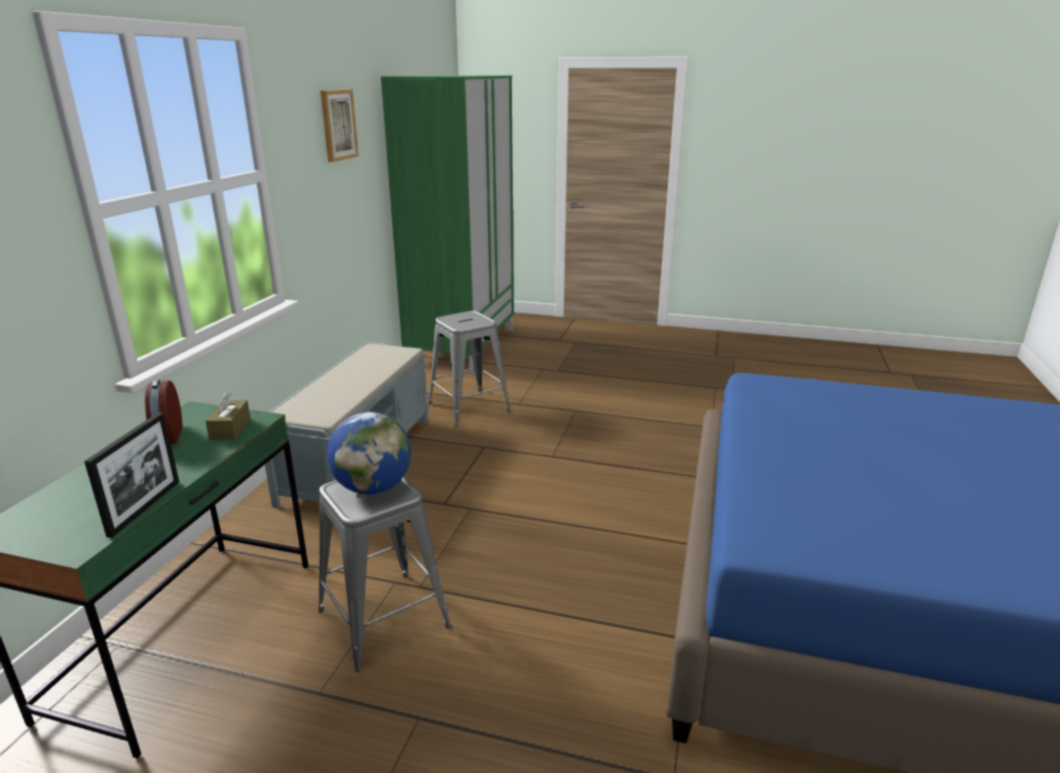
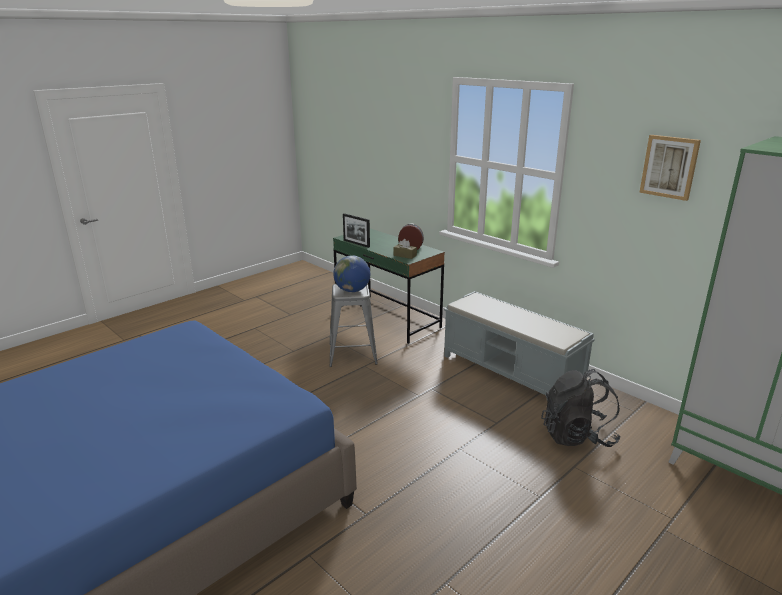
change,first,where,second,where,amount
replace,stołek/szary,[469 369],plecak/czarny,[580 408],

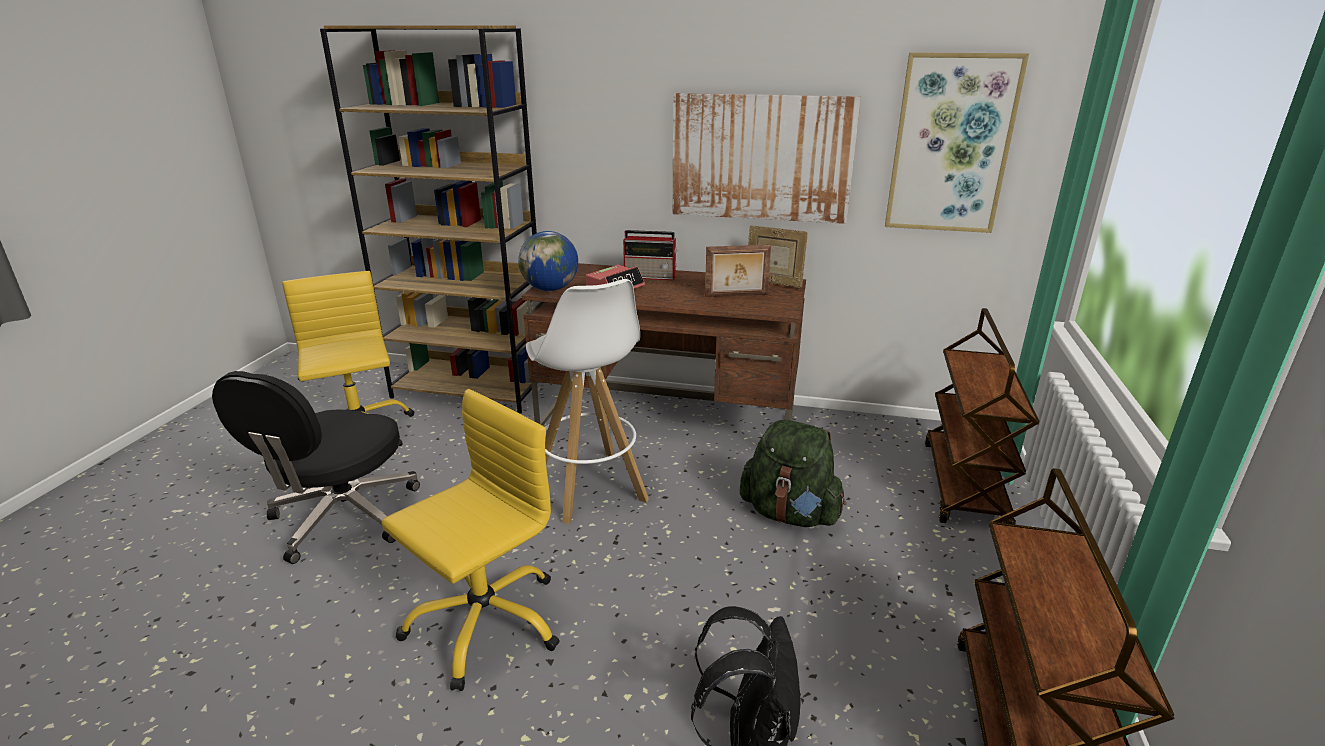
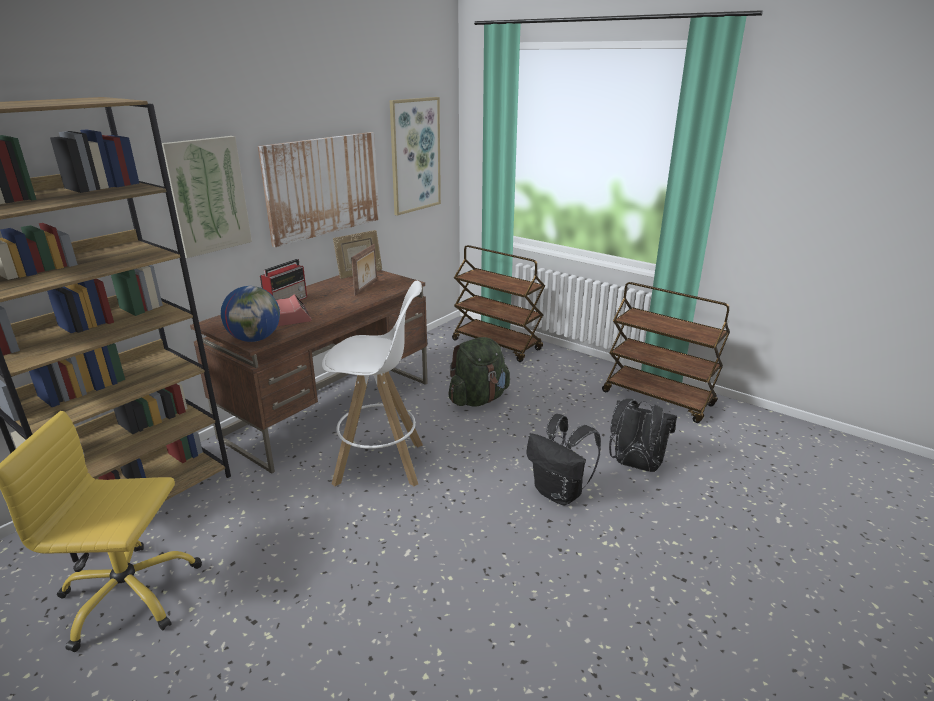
change,first,where,second,where,amount
delete,krzesło biurowe/czarny,[316 467],,,
delete,krzesło biurowe/żółty,[471 540],,,
insert,,,obraz,[207 197],
insert,,,plecak/czarny,[563 459],

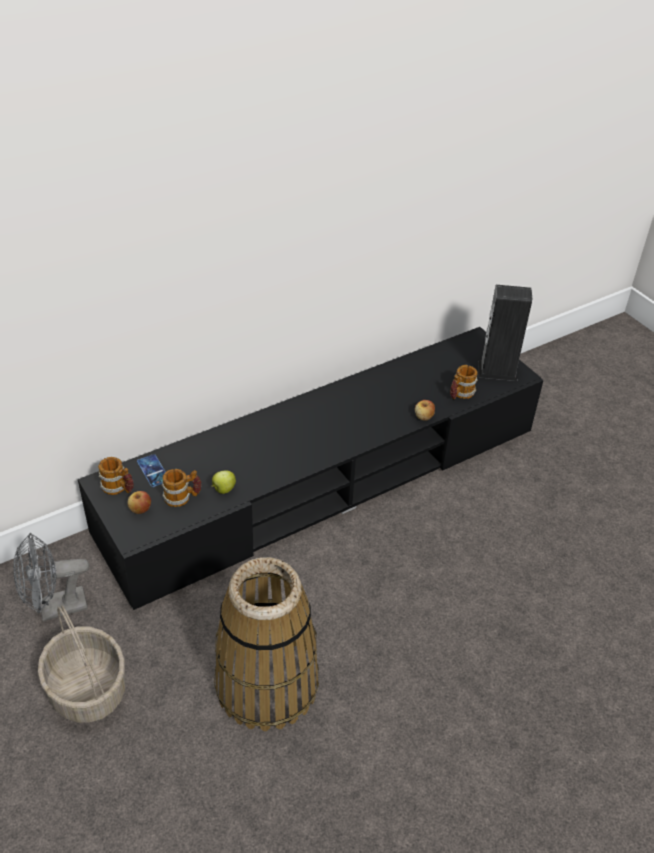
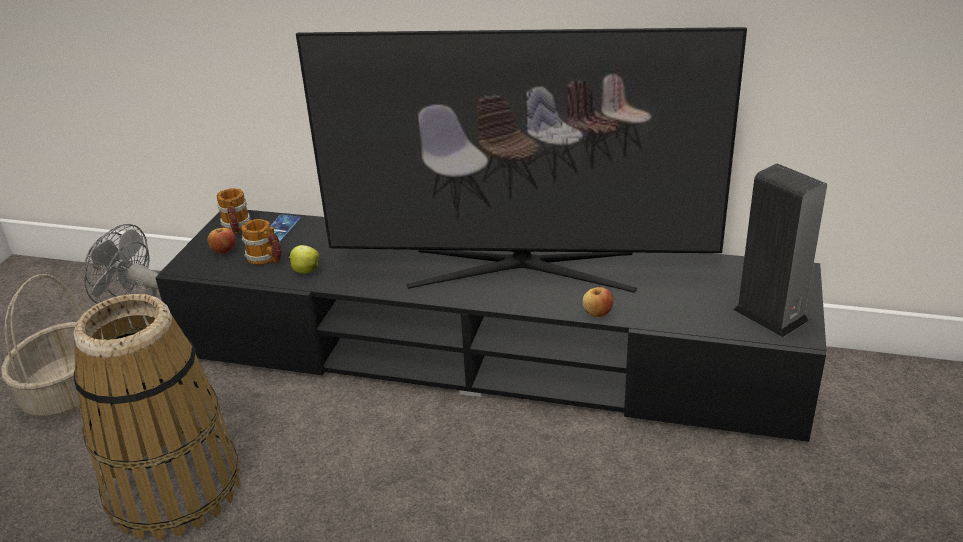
change,first,where,second,where,amount
delete,kubek,[464 382],,,
insert,,,telewizor,[521 160],

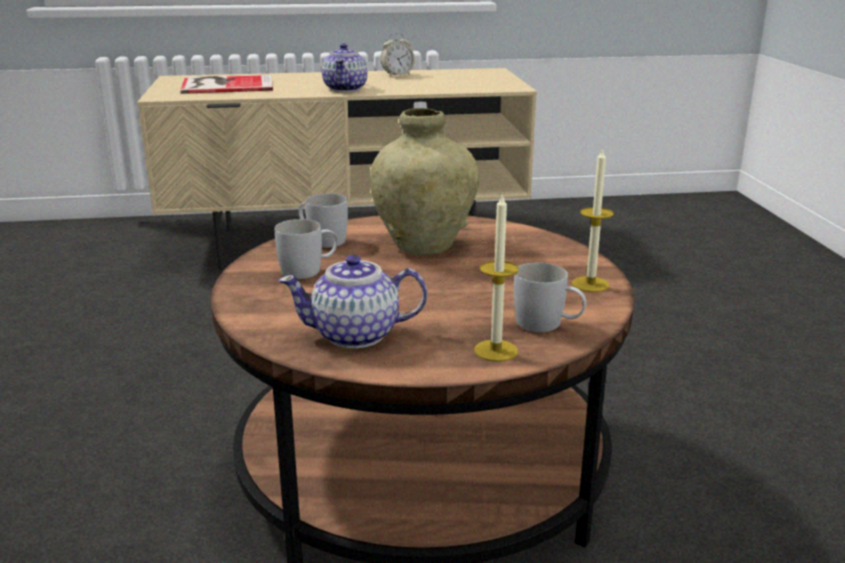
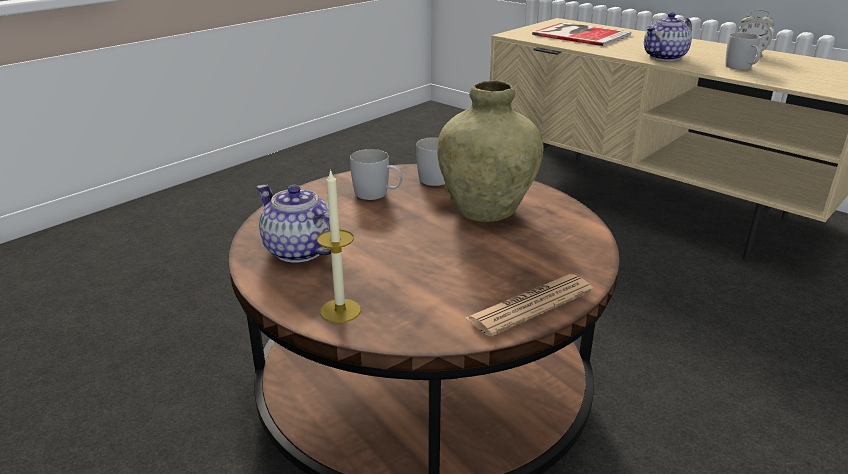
change,first,where,second,where,amount
replace,świeca,[593 219],gazeta,[529 305],
move,kubek/biały,[550 297],,[743 51],

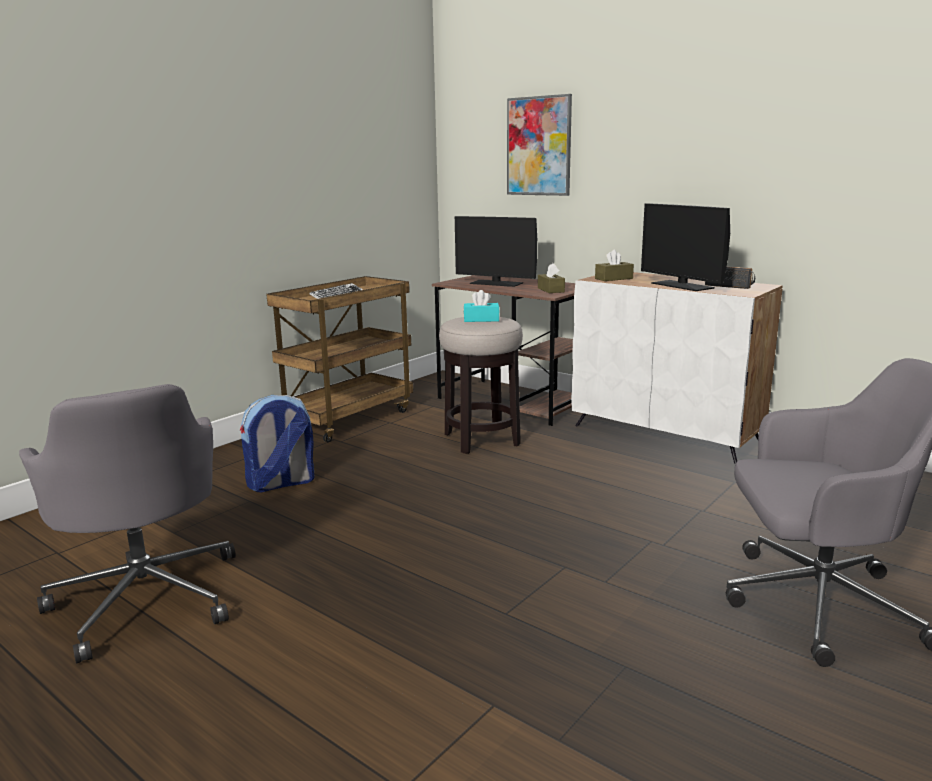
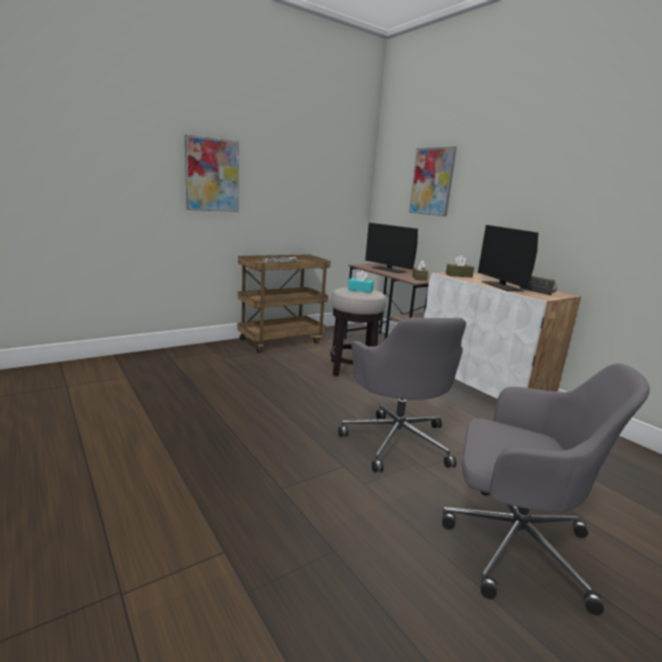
change,first,where,second,where,amount
move,krzesło biurowe/szary,[127 524],,[402 395],
delete,plecak,[277 443],,,
insert,,,obraz,[212 173],

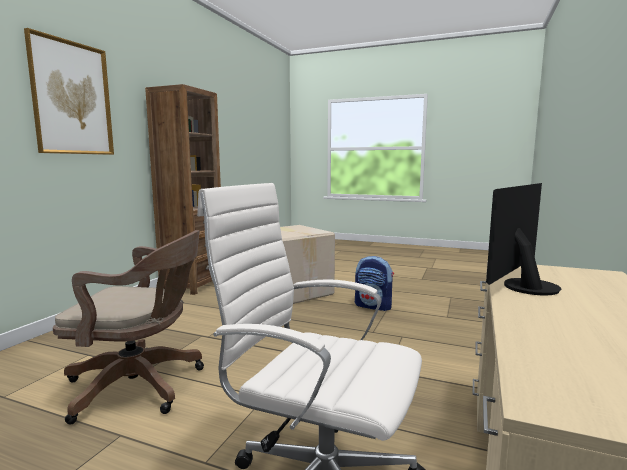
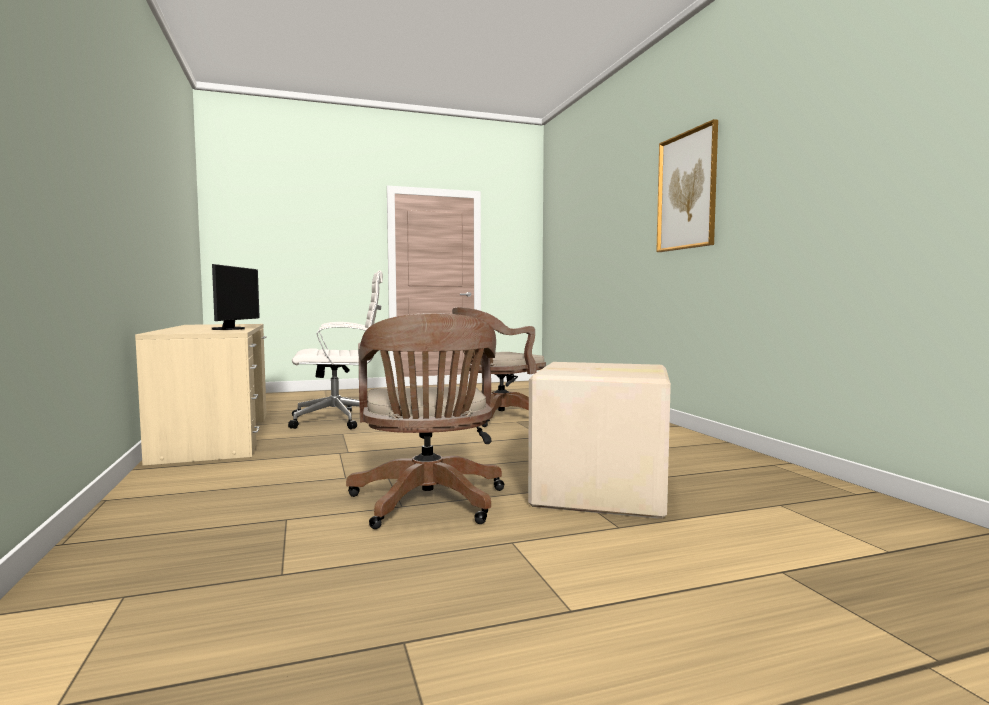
change,first,where,second,where,amount
delete,regał/brązowy,[183 189],,,
replace,plecak,[374 283],krzesło biurowe/brązowy,[425 421],

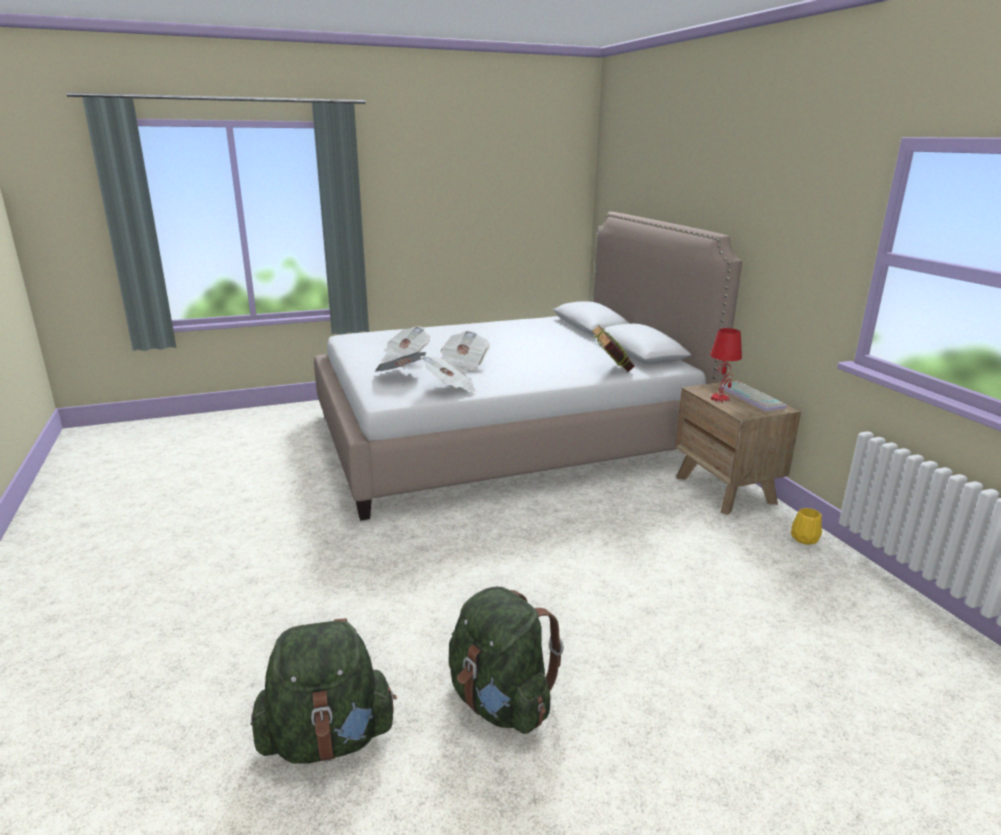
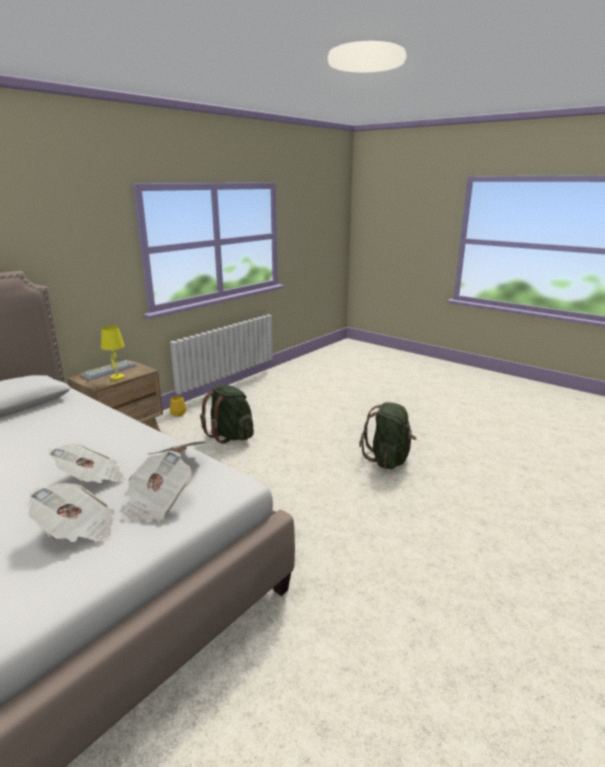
change,first,where,second,where,amount
delete,książka,[613 348],,,
recolor,lampa stołowa/czerwony,[726 365],lampa stołowa/żółty,[113 353],
move,plecak/zielony,[324 691],,[227 414],

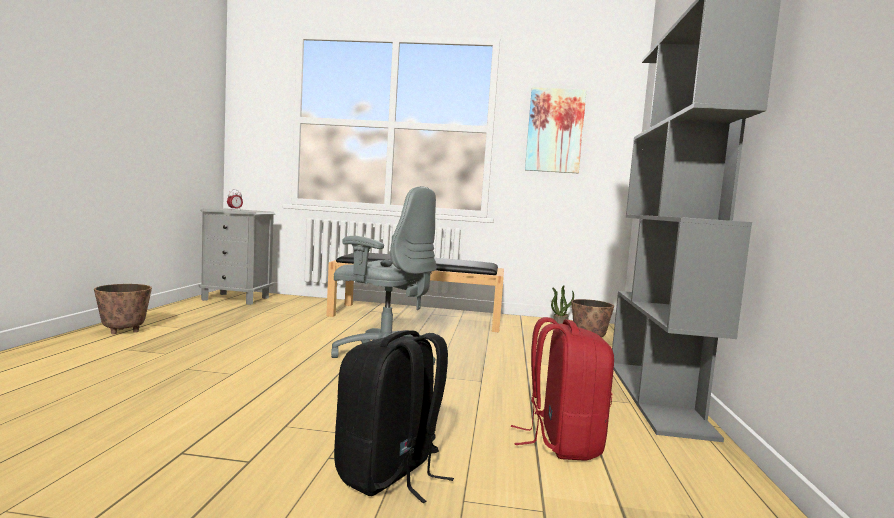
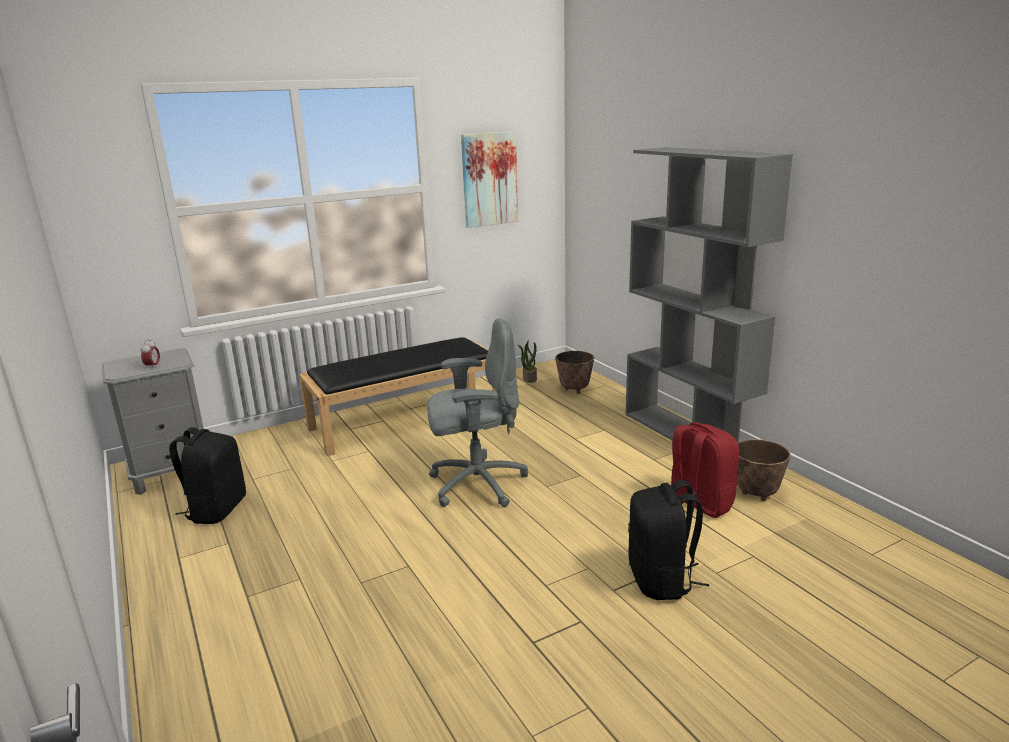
change,first,where,second,where,amount
move,donica,[123 309],,[764 470],
insert,,,plecak/czarny,[207 475],

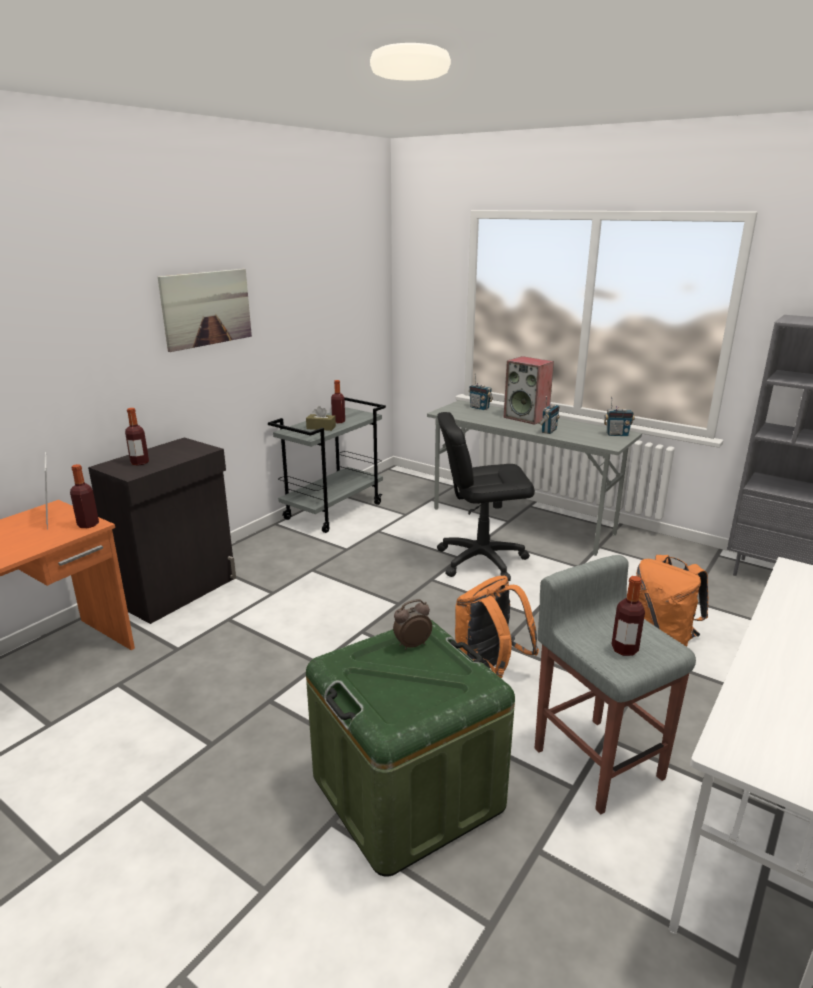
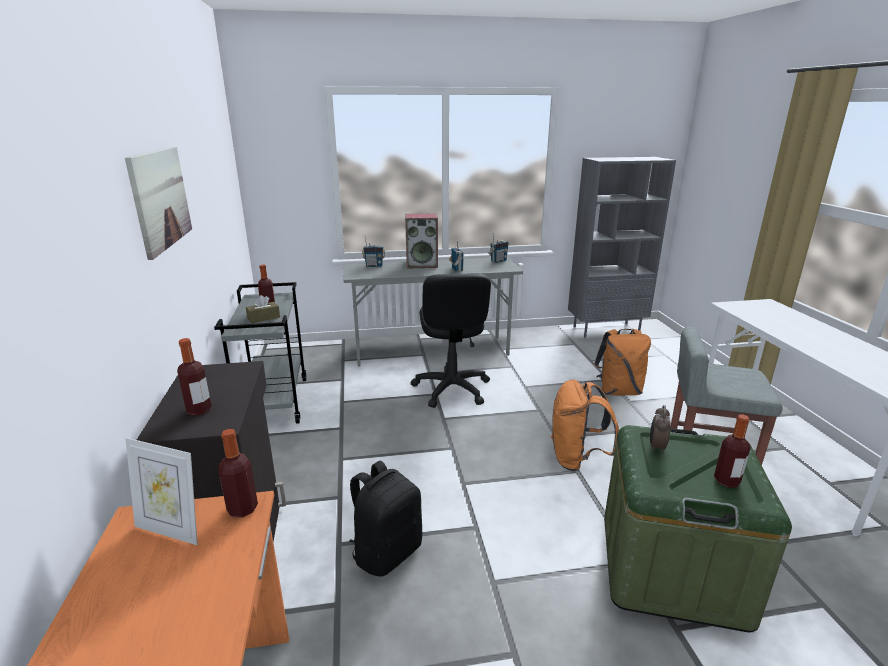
change,first,where,second,where,amount
rotate,krzesło biurowe/czarny,[486 496],,[451 340],45 degrees counterclockwise
move,butelka,[628 616],,[732 451],
insert,,,plecak/czarny,[385 518],

